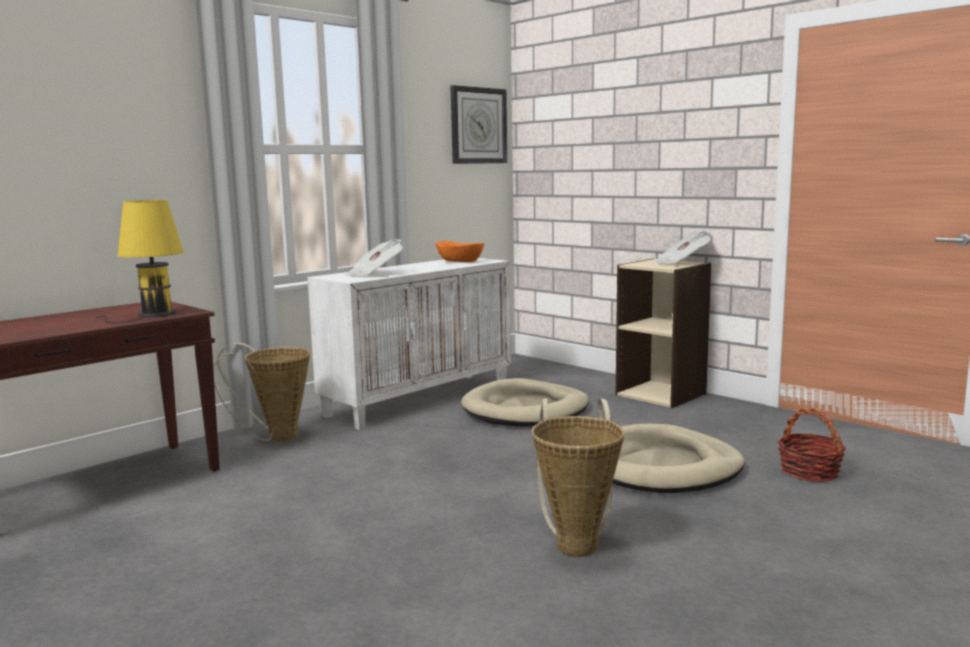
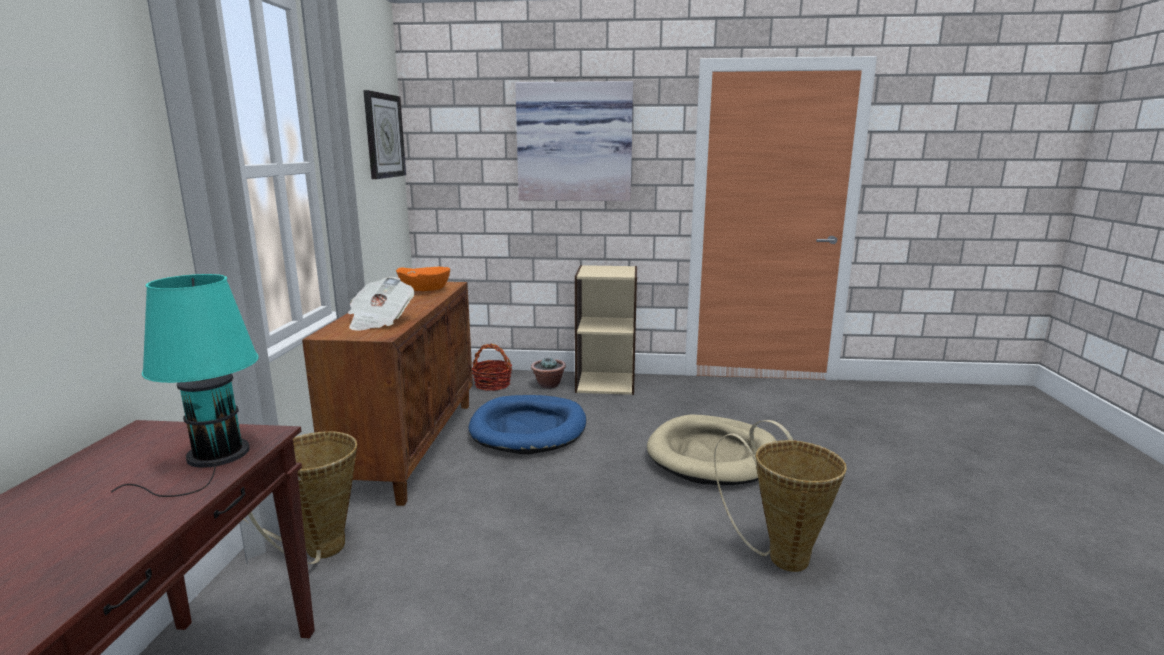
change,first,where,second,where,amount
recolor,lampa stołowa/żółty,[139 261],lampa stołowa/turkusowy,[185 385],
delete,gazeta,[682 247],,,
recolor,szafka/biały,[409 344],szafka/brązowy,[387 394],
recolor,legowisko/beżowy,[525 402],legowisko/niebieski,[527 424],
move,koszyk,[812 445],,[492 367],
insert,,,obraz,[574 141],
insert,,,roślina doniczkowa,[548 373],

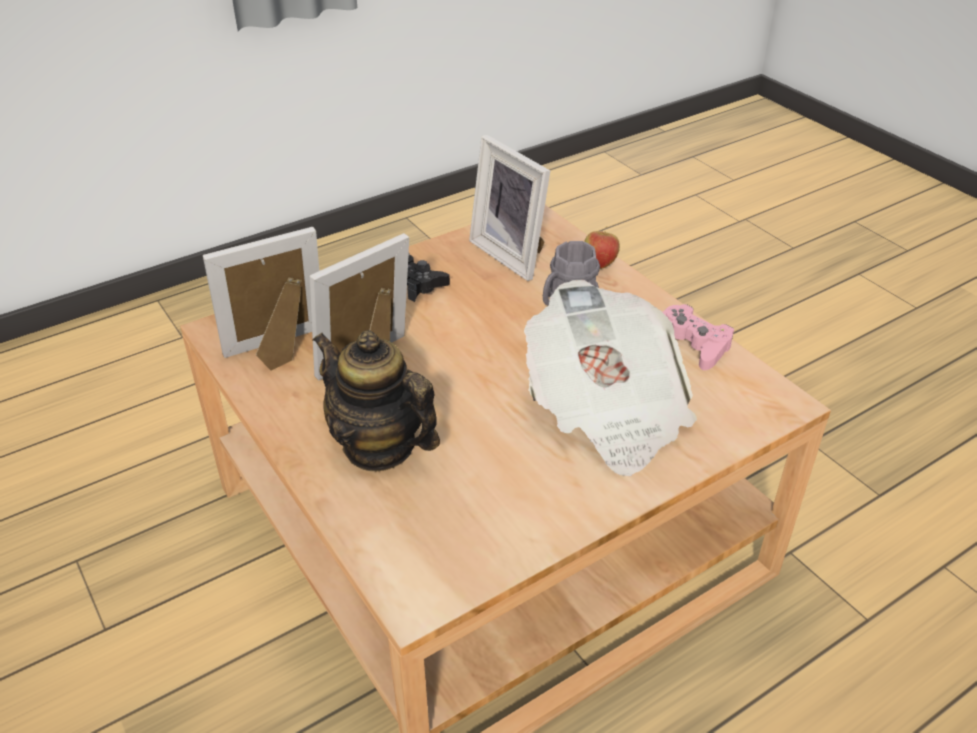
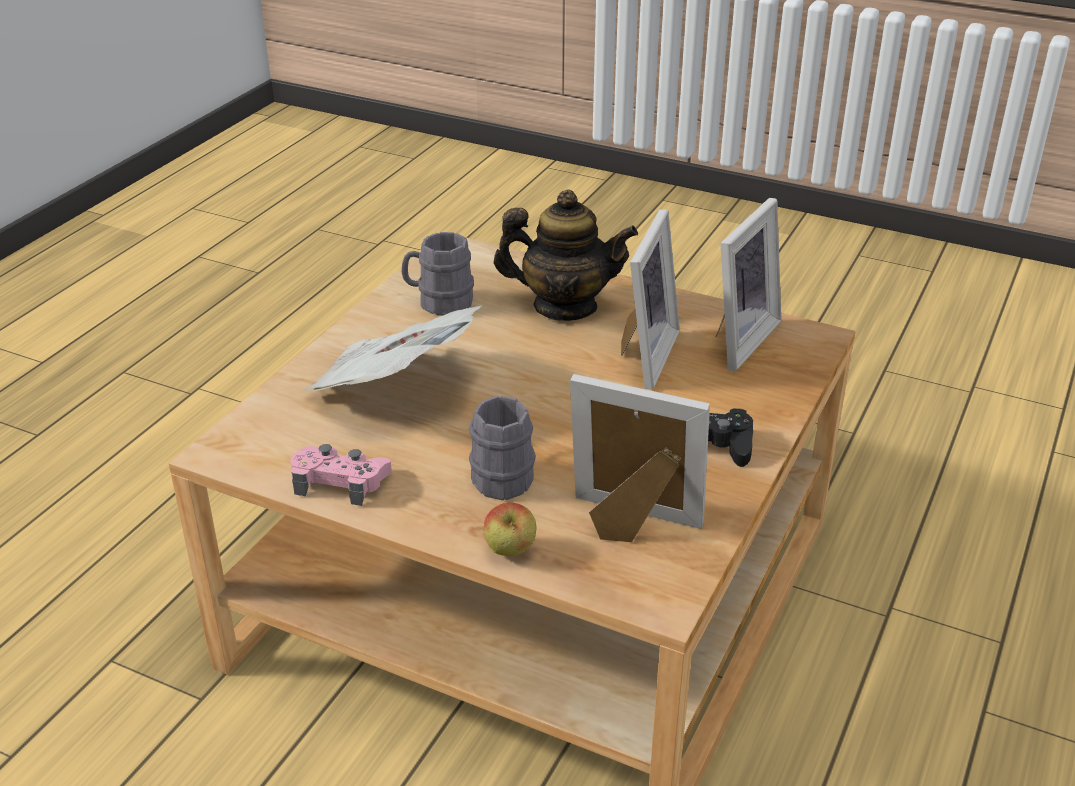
change,first,where,second,where,amount
insert,,,kubek/szary,[438 273],

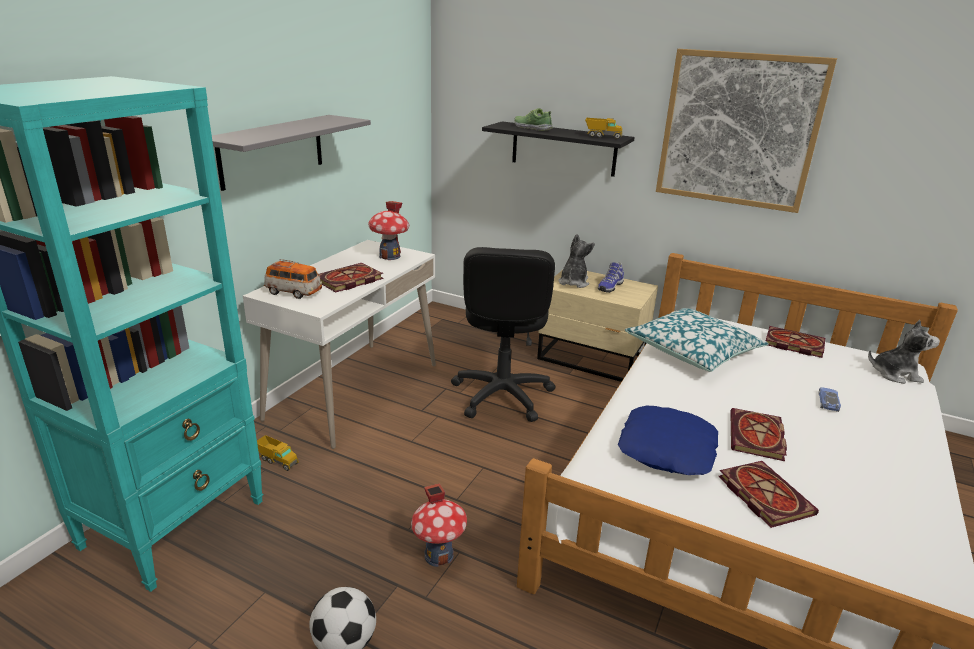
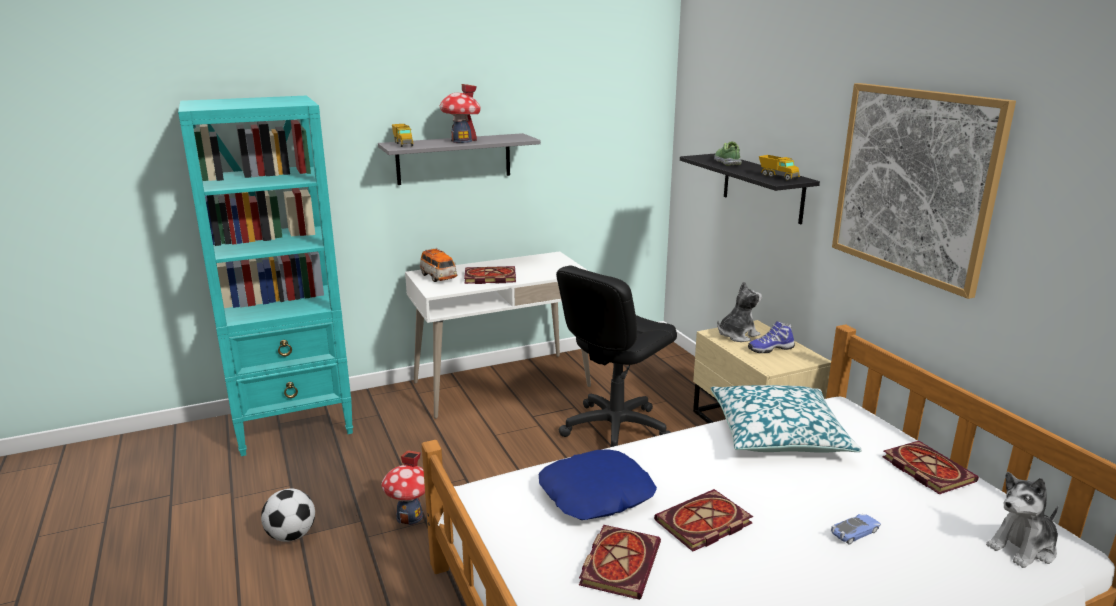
change,first,where,second,where,amount
move,domek,[388 230],,[460 113],
rotate,pluszak,[904 352],,[1022 520],105 degrees clockwise
move,ciężarówka zabawkowa,[278 453],,[402 135],

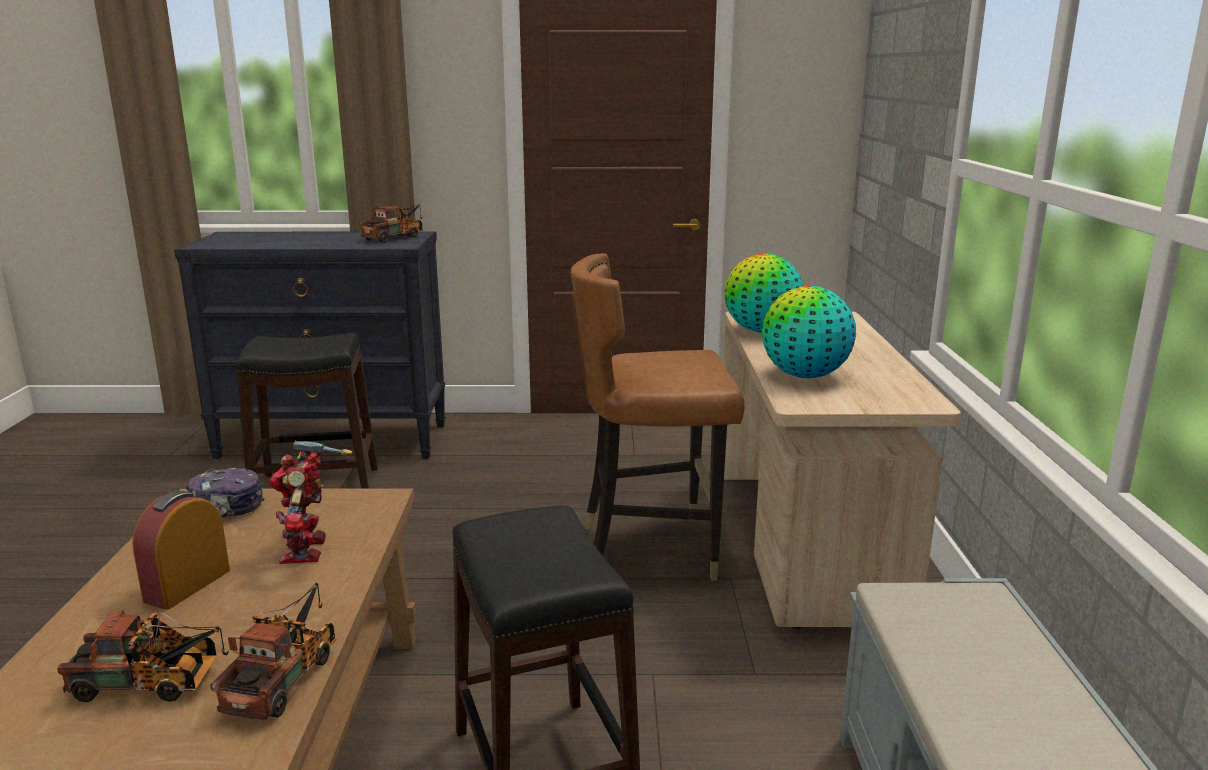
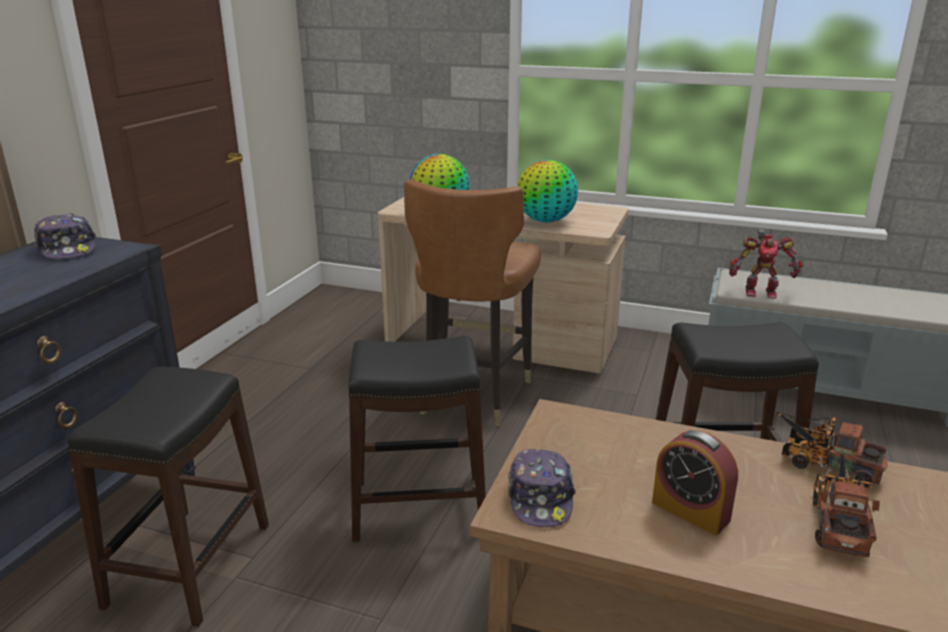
change,first,where,second,where,amount
replace,ciężarówka zabawkowa,[391 223],czapka z daszkiem,[65 236],
move,robot zabawkowy,[311 502],,[766 264],
insert,,,stołek/czarny,[417 439],

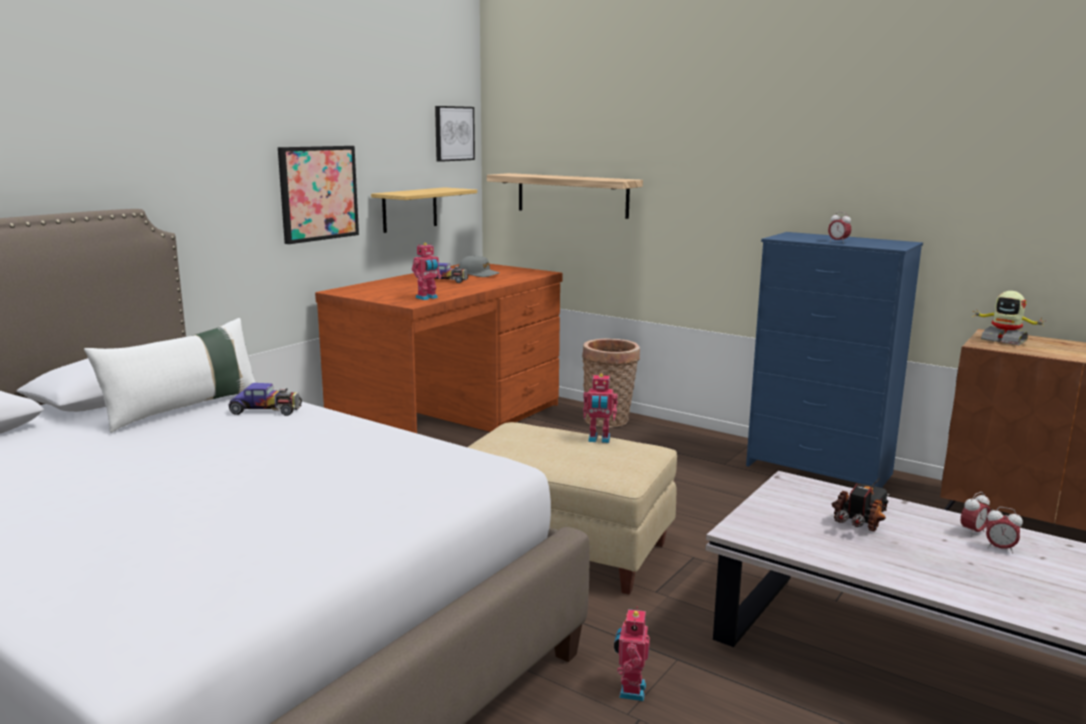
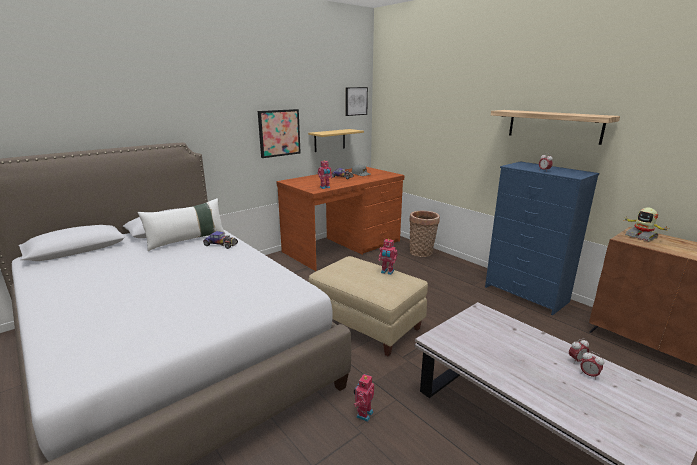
change,first,where,second,where,amount
move,półka,[565 196],,[555 127],
delete,ciężarówka zabawkowa,[861 505],,,

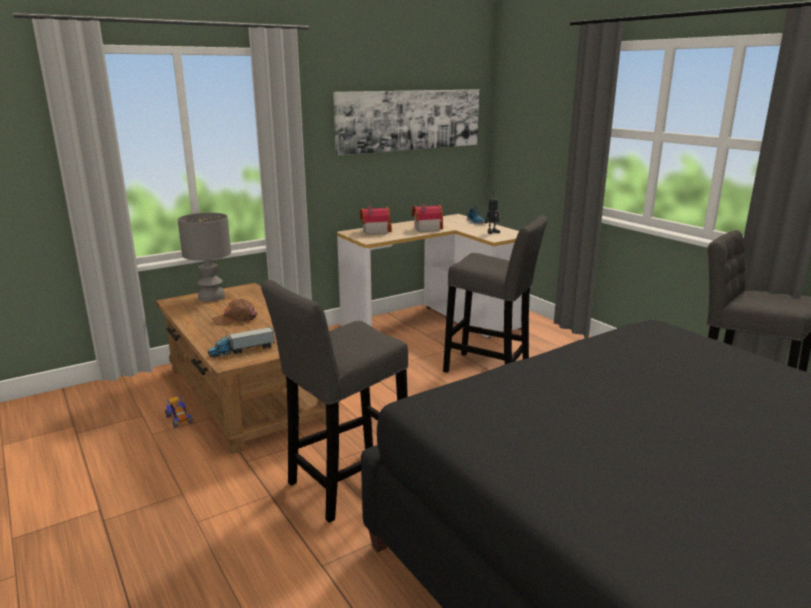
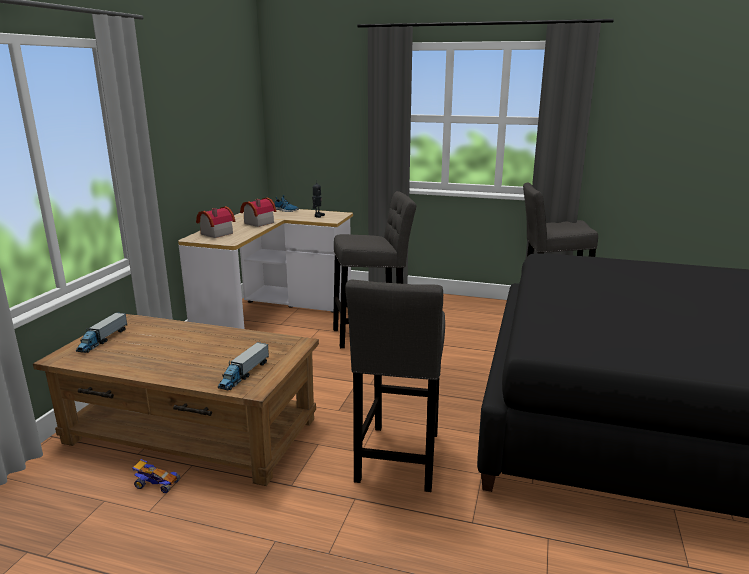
change,first,where,second,where,amount
delete,obraz,[406 122],,,
replace,lampa stołowa/szary,[204 257],ciężarówka zabawkowa,[101 332],
delete,czapka z daszkiem/brązowy,[234 312],,,

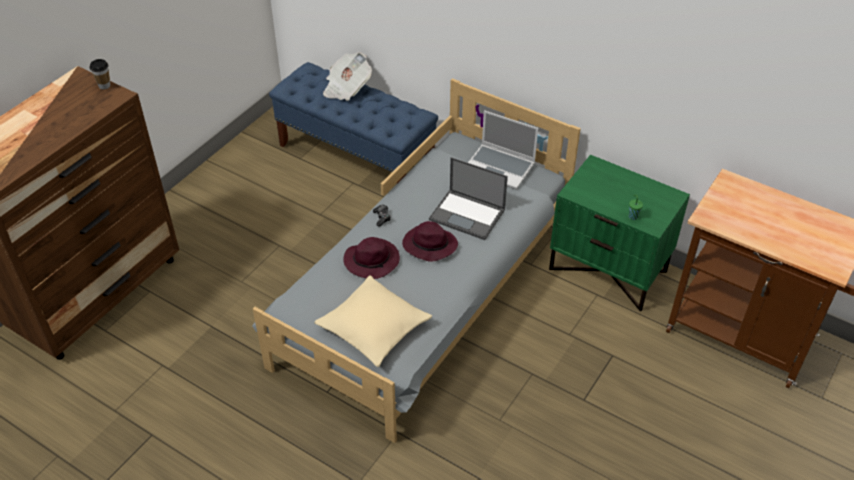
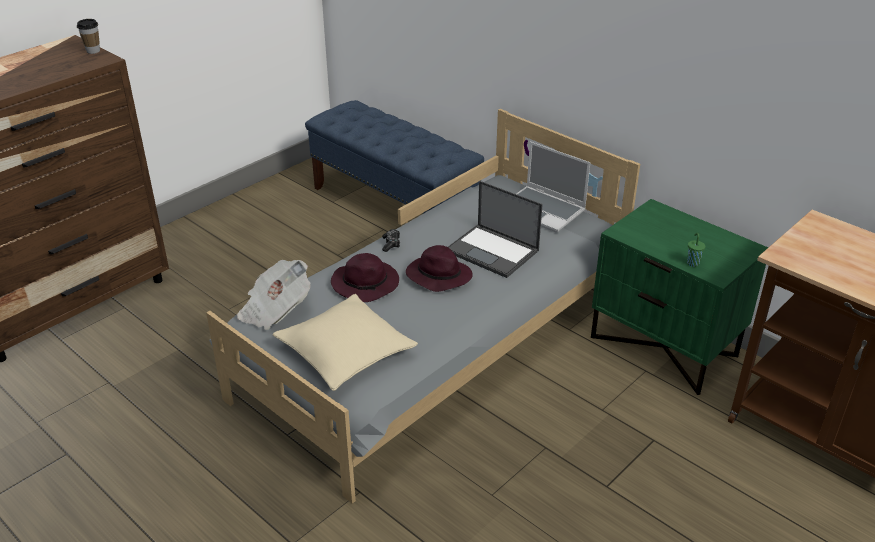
change,first,where,second,where,amount
move,gazeta,[347 76],,[273 295],

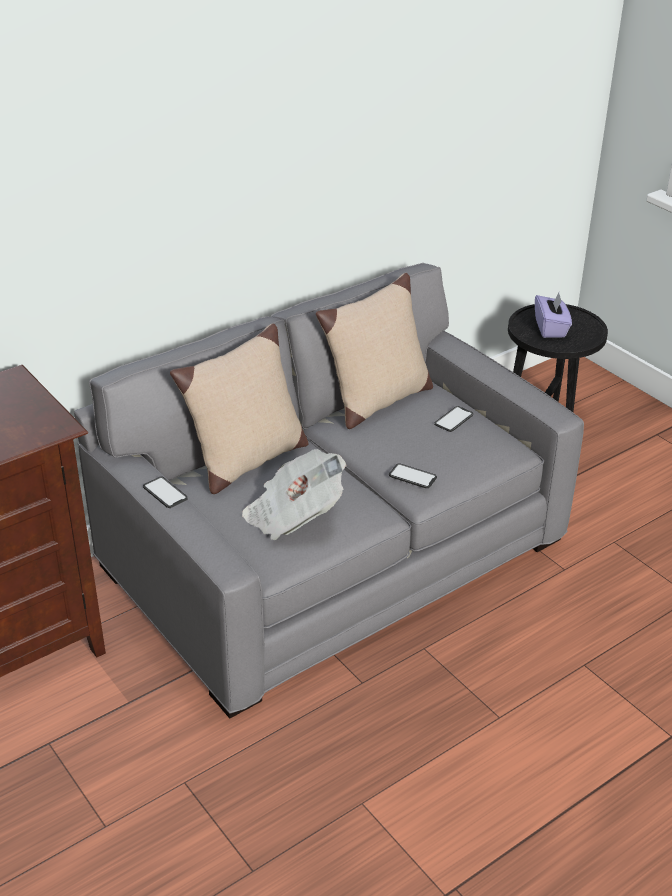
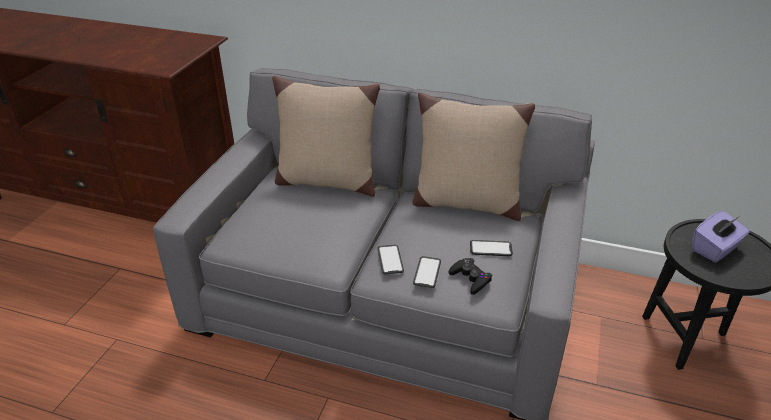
change,first,where,second,where,amount
delete,gazeta,[294 494],,,
move,telefon,[165 492],,[427 272],
insert,,,pad do gier/czarny,[470 276],

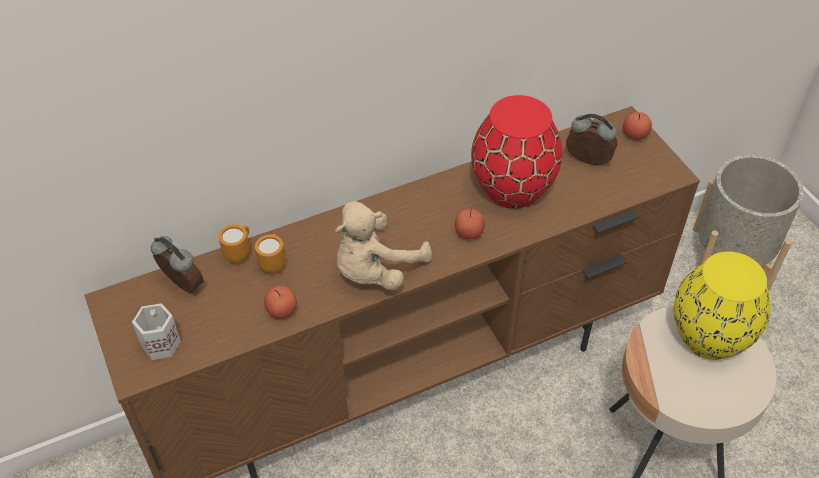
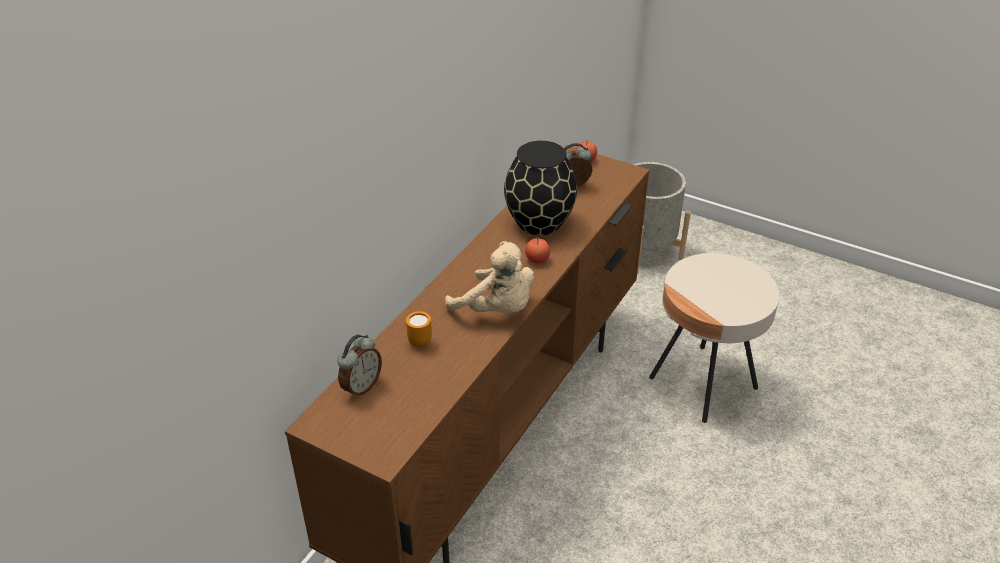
change,first,where,second,where,amount
recolor,wazon/czerwony,[516 152],wazon/czarny,[540 188],
rotate,pluszak/beżowy,[383 245],,[489 277],60 degrees counterclockwise
delete,kubek/pomarańczowy,[234 244],,,
rotate,budzik,[177 264],,[359 366],120 degrees clockwise
delete,wazon/żółty,[722 306],,,
delete,jabłko,[280 302],,,
delete,kubek/biały,[156 331],,,

